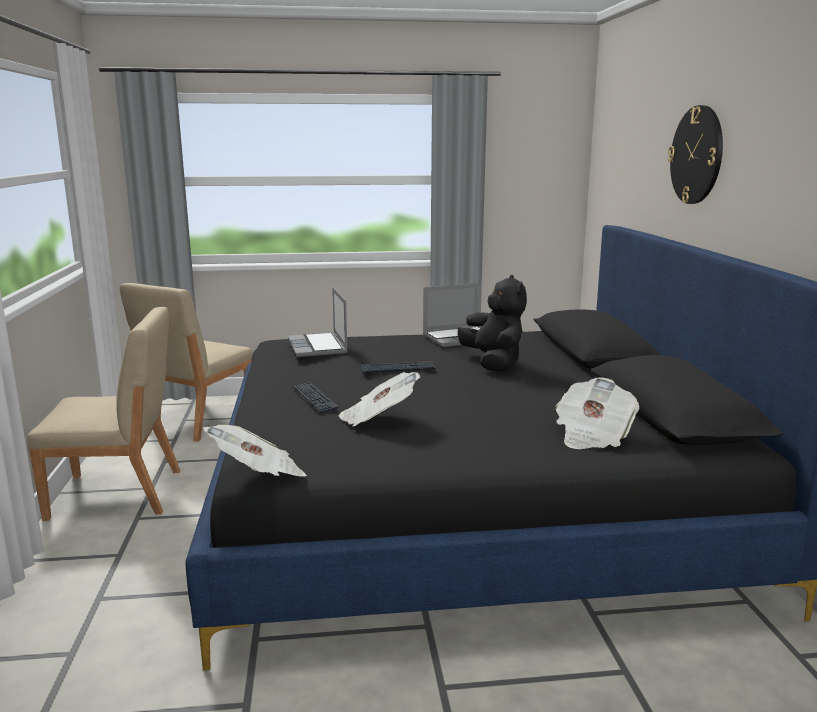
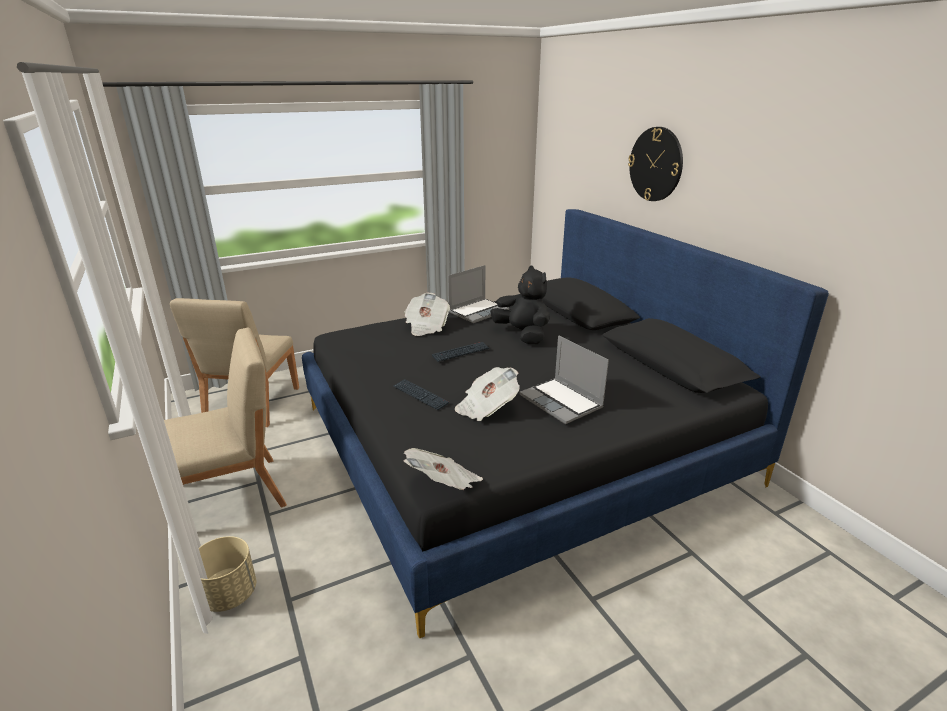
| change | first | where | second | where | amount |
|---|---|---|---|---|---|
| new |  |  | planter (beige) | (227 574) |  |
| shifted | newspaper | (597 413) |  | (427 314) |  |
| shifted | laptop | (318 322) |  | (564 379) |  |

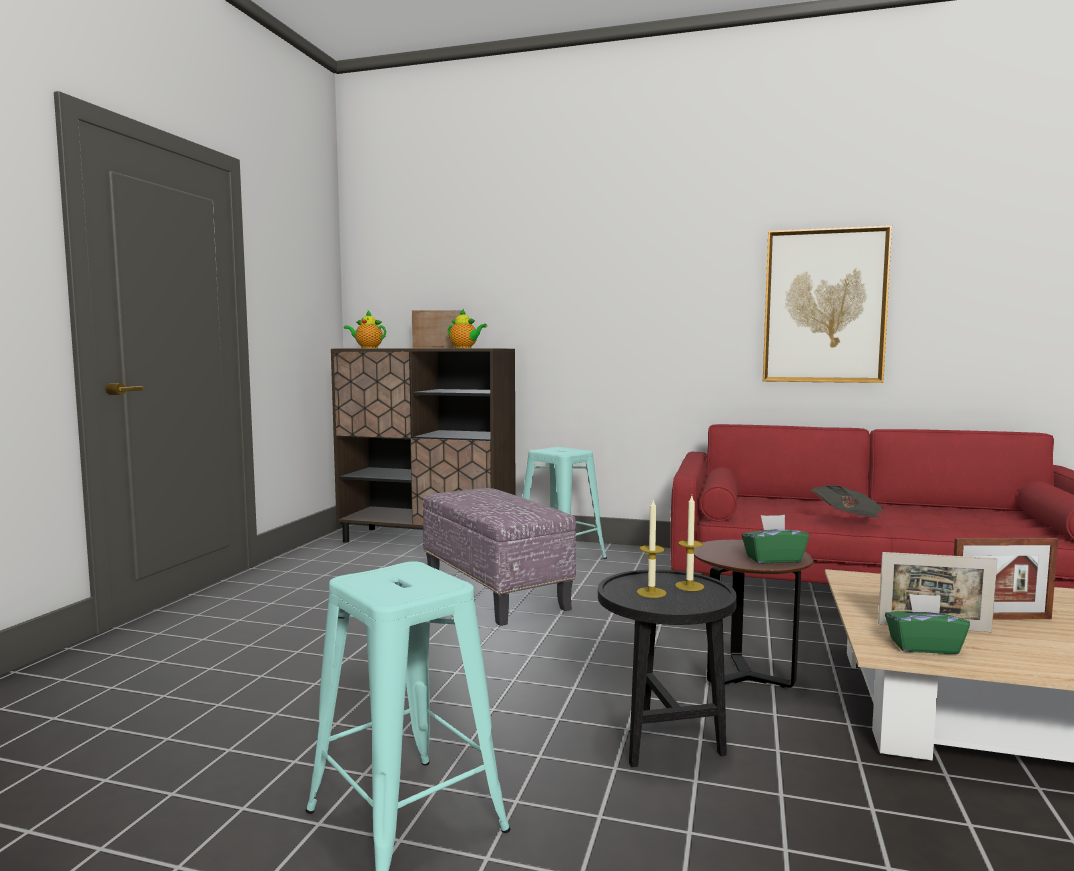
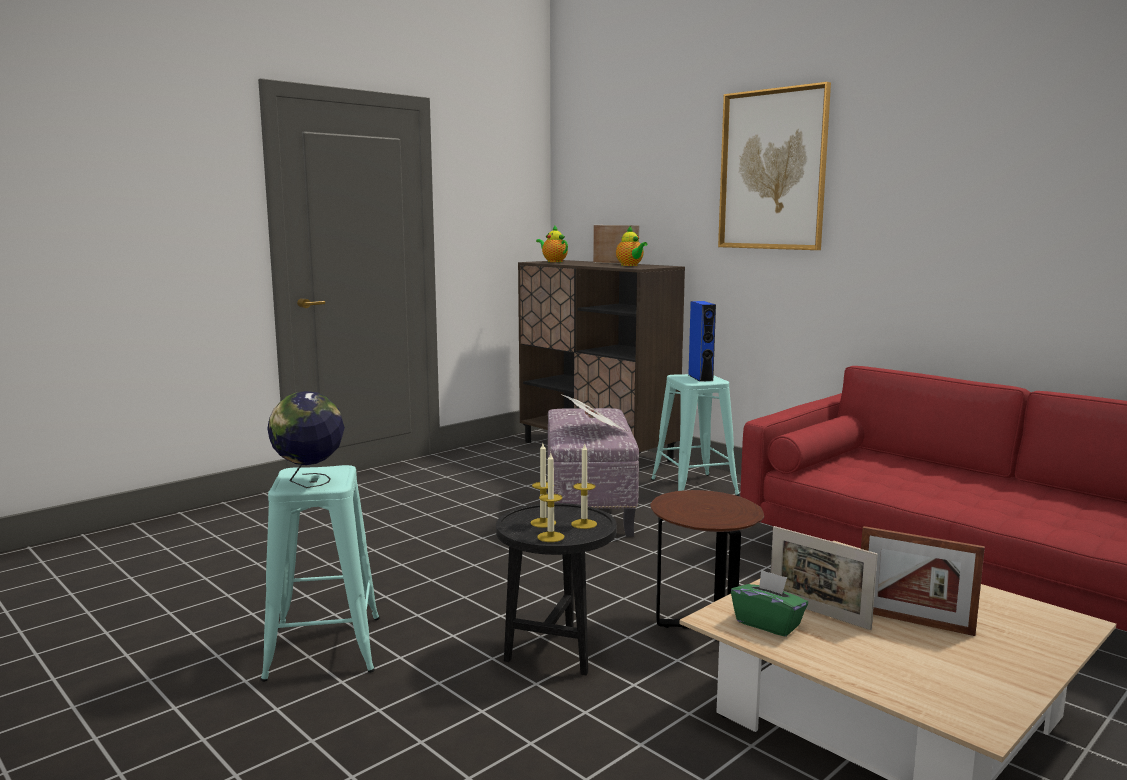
| change | first | where | second | where | amount |
|---|---|---|---|---|---|
| new |  |  | globe | (306 439) |  |
| new |  |  | candle | (550 497) |  |
| shifted | newspaper | (847 501) |  | (593 412) |  |
| new |  |  | speaker (blue) | (702 341) |  |
| shifted | picture | (827 304) |  | (774 166) |  |
| gone | tissue box (green) | (775 539) |  |  |  |

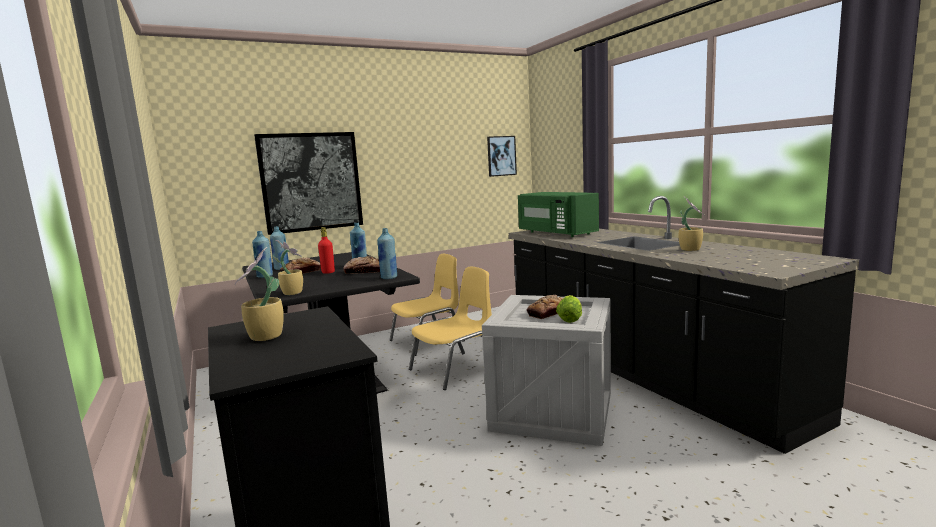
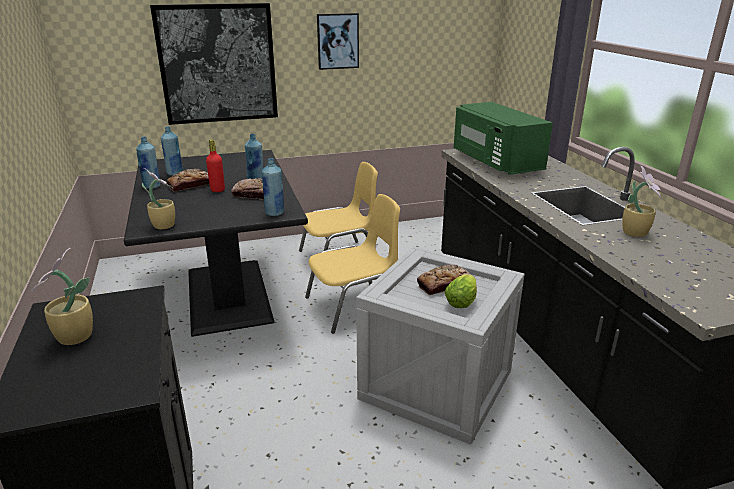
| change | first | where | second | where | amount |
|---|---|---|---|---|---|
| shifted | picture | (502 156) |  | (338 41) |  |

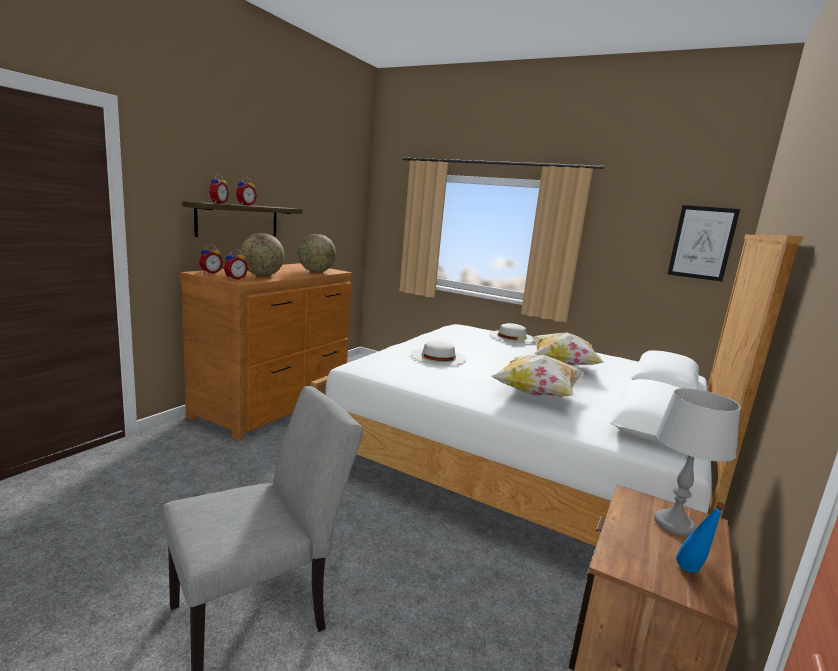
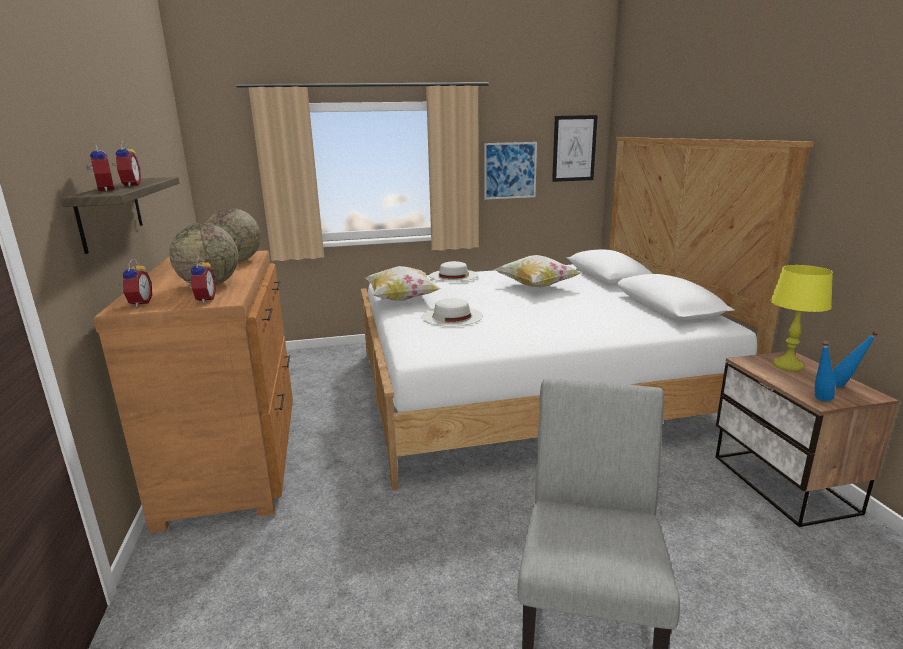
| change | first | where | second | where | amount |
|---|---|---|---|---|---|
| shifted | pillow | (538 376) |  | (403 283) |  |
| new |  |  | picture | (510 171) |  |
| repainted | table lamp (grey) | (697 462) | table lamp (yellow) | (802 318) |  |
| new |  |  | bottle (blue) | (825 371) |  |

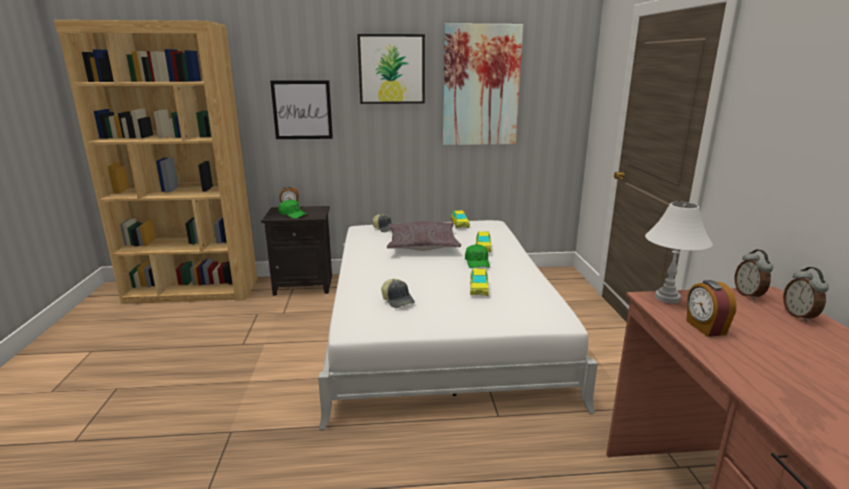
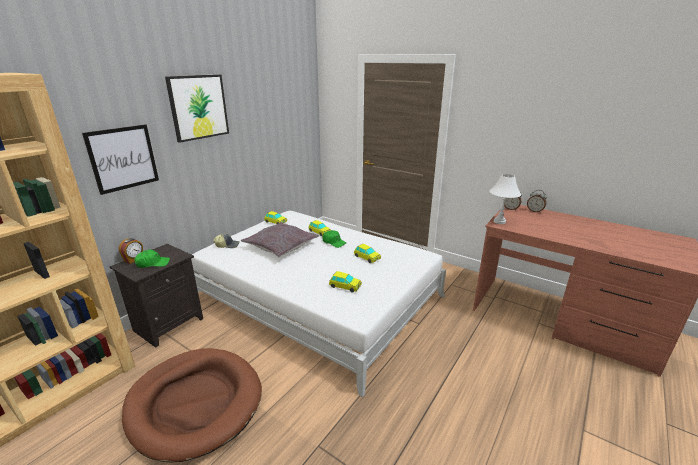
| change | first | where | second | where | amount |
|---|---|---|---|---|---|
| new |  |  | dog bed (brown) | (192 405) |  |
| swapped | cap | (398 293) | toy car | (345 282) |  |
| gone | picture | (483 84) |  |  |  |
| gone | alarm clock | (711 308) |  |  |  |

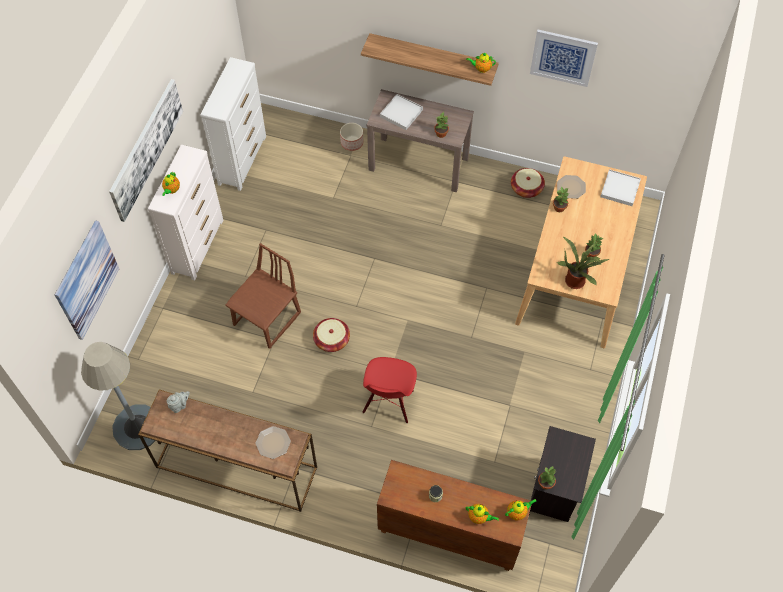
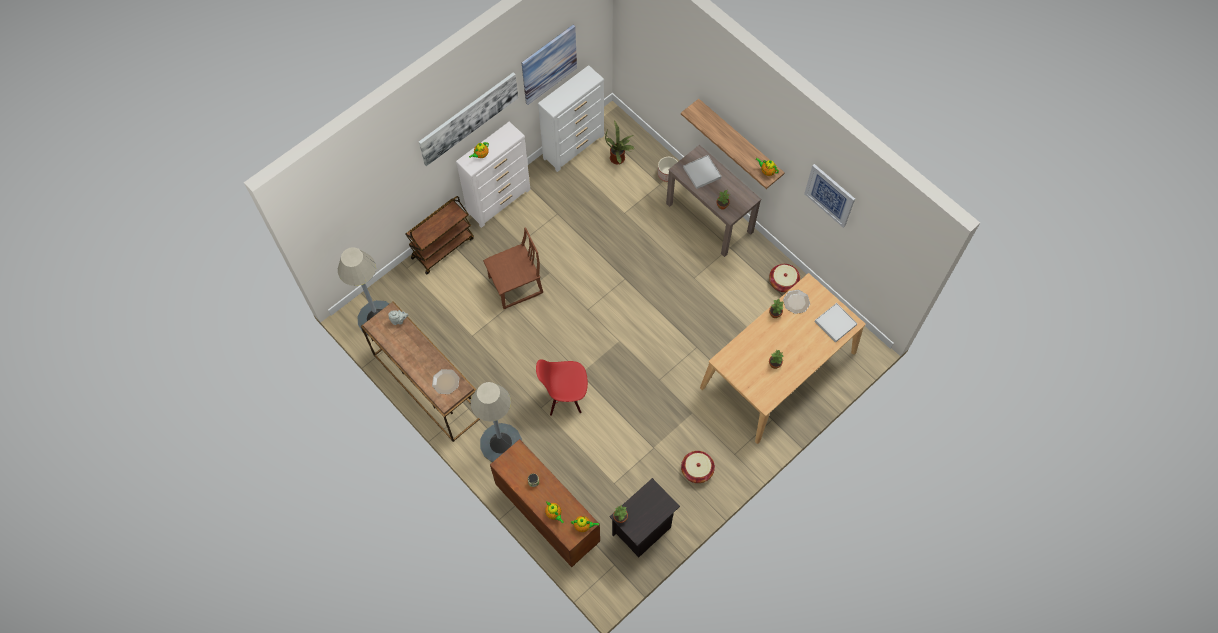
| change | first | where | second | where | amount |
|---|---|---|---|---|---|
| new |  |  | cart (brown) | (440 235) |  |
| new |  |  | floor lamp (grey) | (496 422) |  |
| shifted | picture | (87 280) |  | (549 65) |  |
| rotated | chair (red) | (390 390) |  | (562 387) | 45 degrees clockwise |
| shifted | potted plant | (582 262) |  | (620 142) |  |
| shifted | basket | (331 335) |  | (698 467) |  |

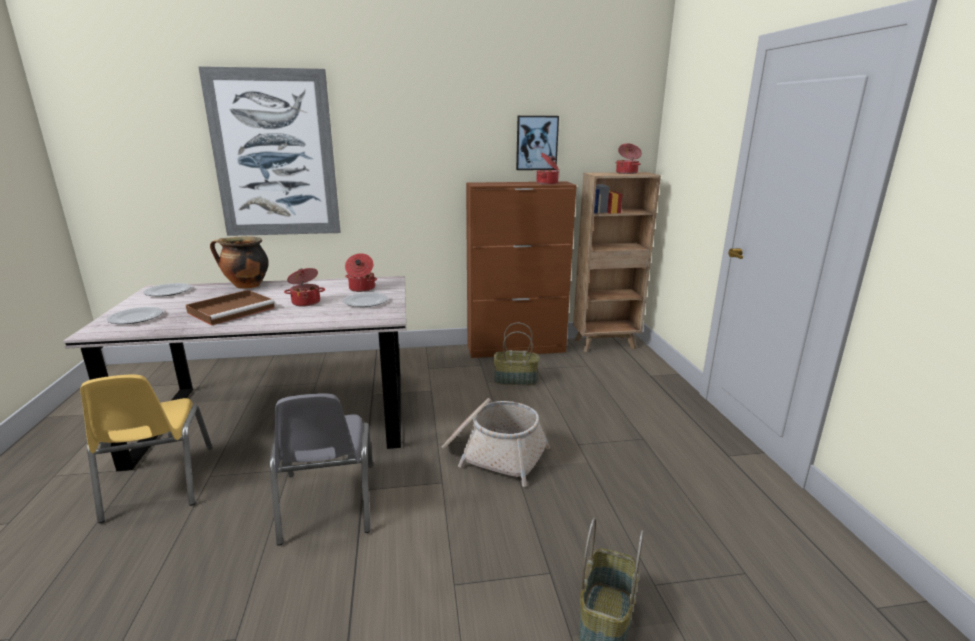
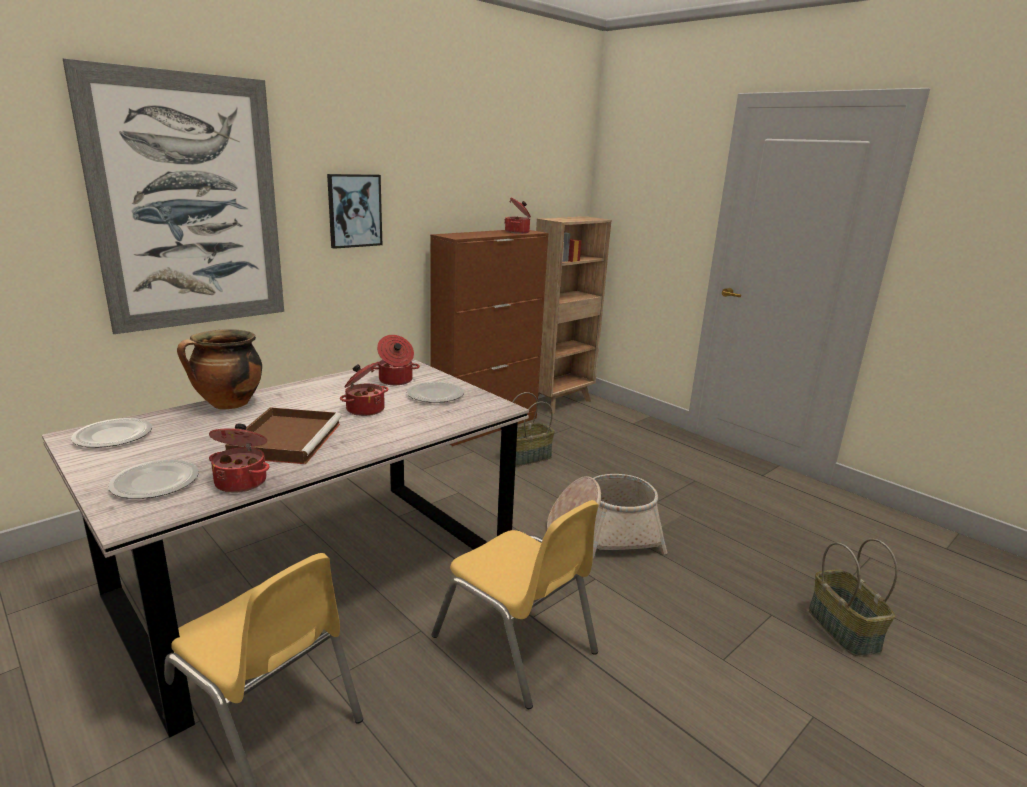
| change | first | where | second | where | amount |
|---|---|---|---|---|---|
| shifted | cooking pot | (628 158) |  | (239 458) |  |
| shifted | picture | (537 143) |  | (354 211) |  |
| repainted | chair (grey) | (321 469) | chair (yellow) | (515 604) |  |

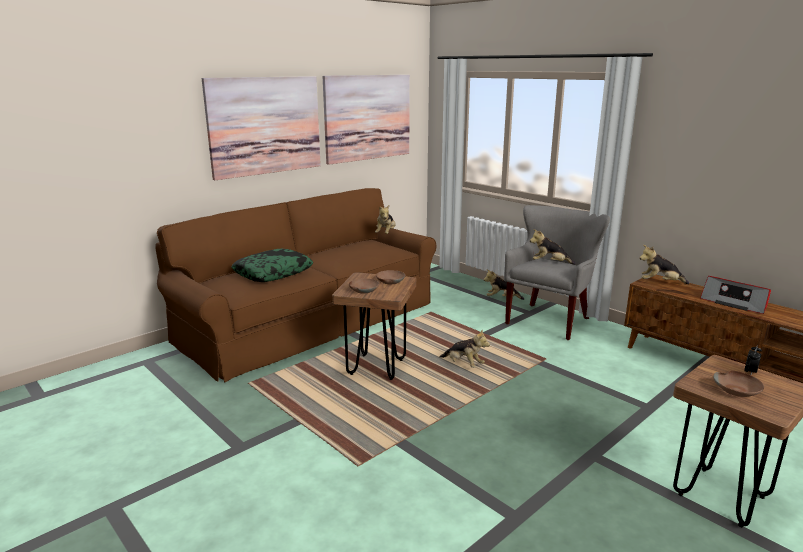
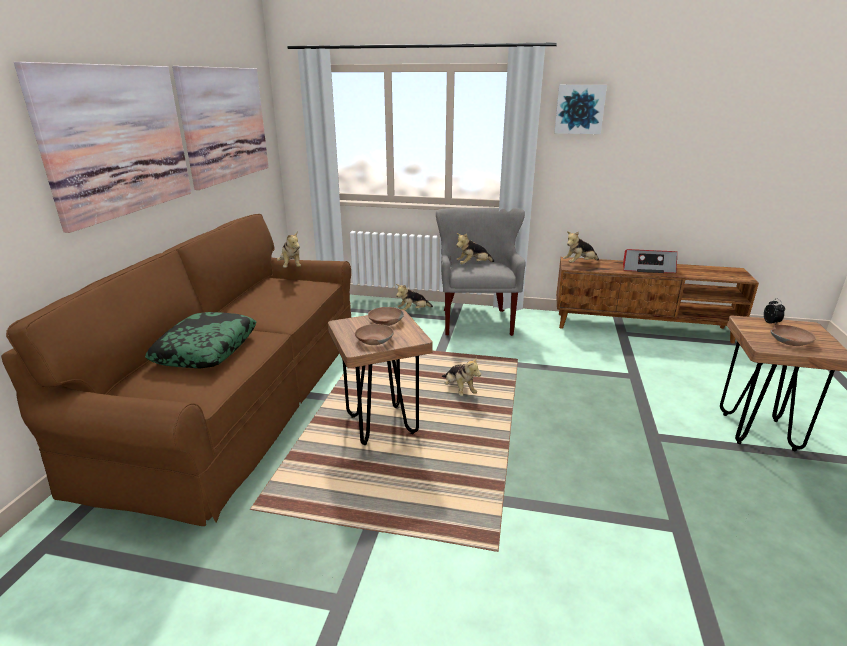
| change | first | where | second | where | amount |
|---|---|---|---|---|---|
| rotated | plush toy | (464 349) |  | (461 376) | 60 degrees clockwise |
| new |  |  | picture | (580 109) |  |

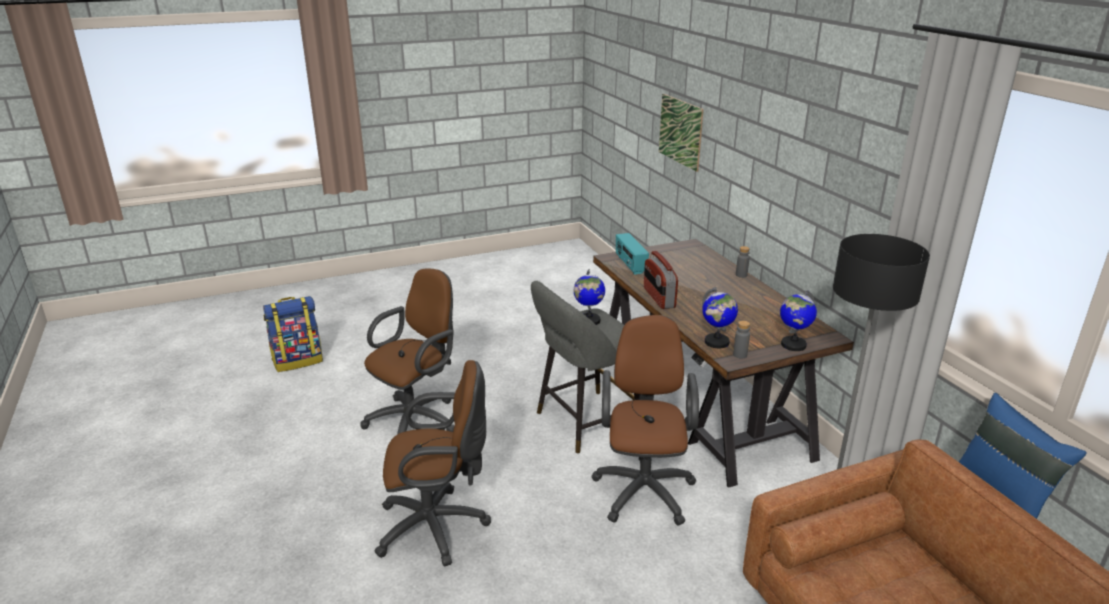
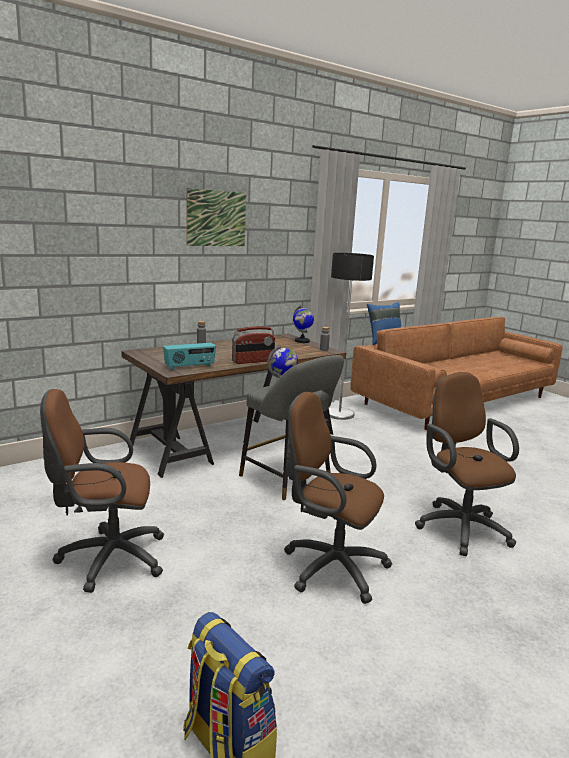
| change | first | where | second | where | amount |
|---|---|---|---|---|---|
| shifted | office chair (brown) | (645 420) |  | (102 491) |  |
| shifted | picture | (681 133) |  | (216 217) |  |
| gone | globe | (720 317) |  |  |  |

